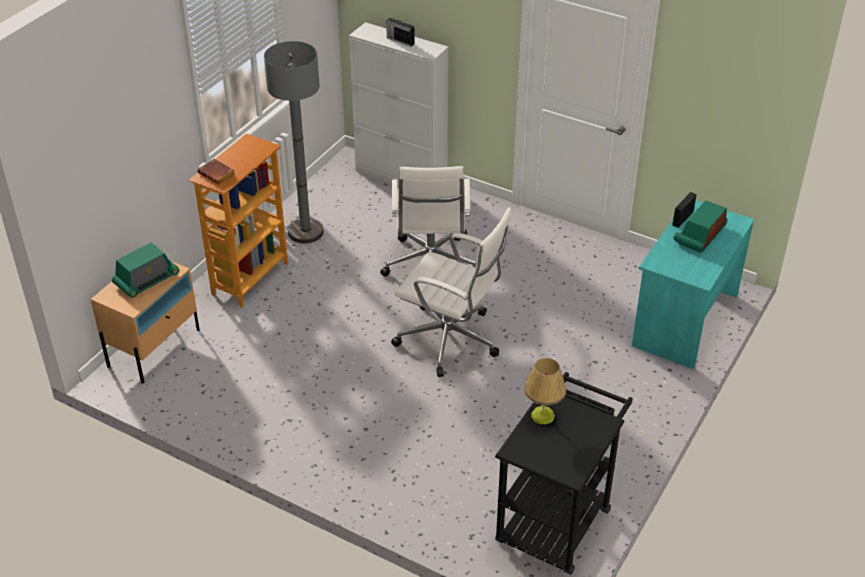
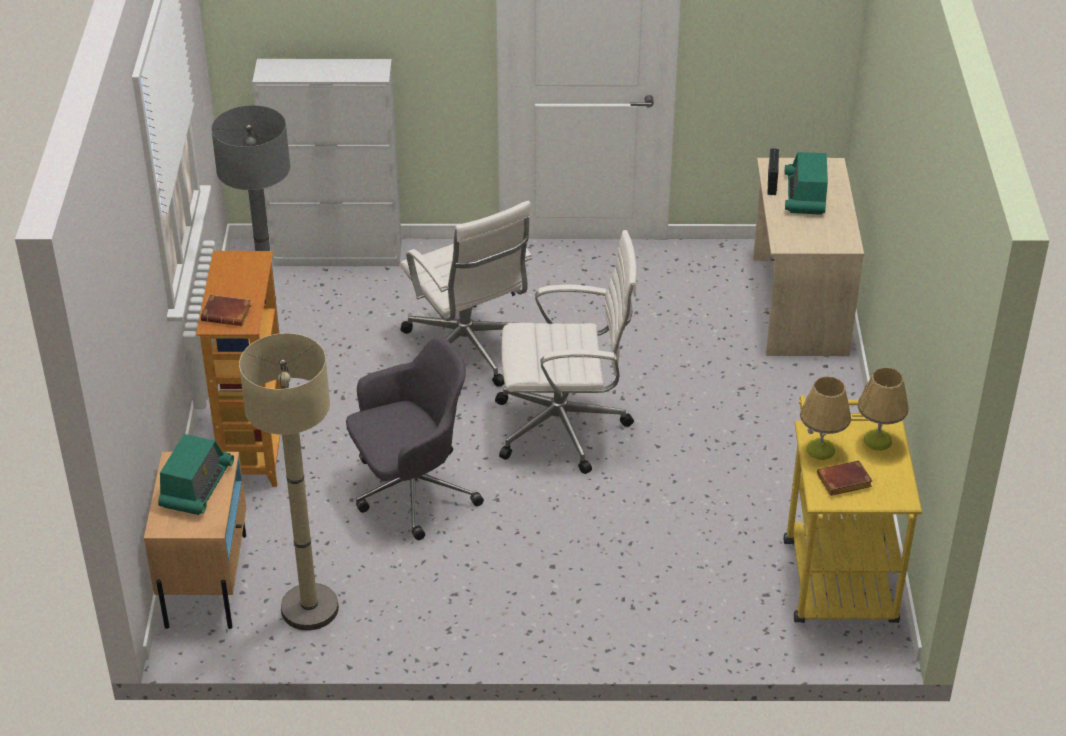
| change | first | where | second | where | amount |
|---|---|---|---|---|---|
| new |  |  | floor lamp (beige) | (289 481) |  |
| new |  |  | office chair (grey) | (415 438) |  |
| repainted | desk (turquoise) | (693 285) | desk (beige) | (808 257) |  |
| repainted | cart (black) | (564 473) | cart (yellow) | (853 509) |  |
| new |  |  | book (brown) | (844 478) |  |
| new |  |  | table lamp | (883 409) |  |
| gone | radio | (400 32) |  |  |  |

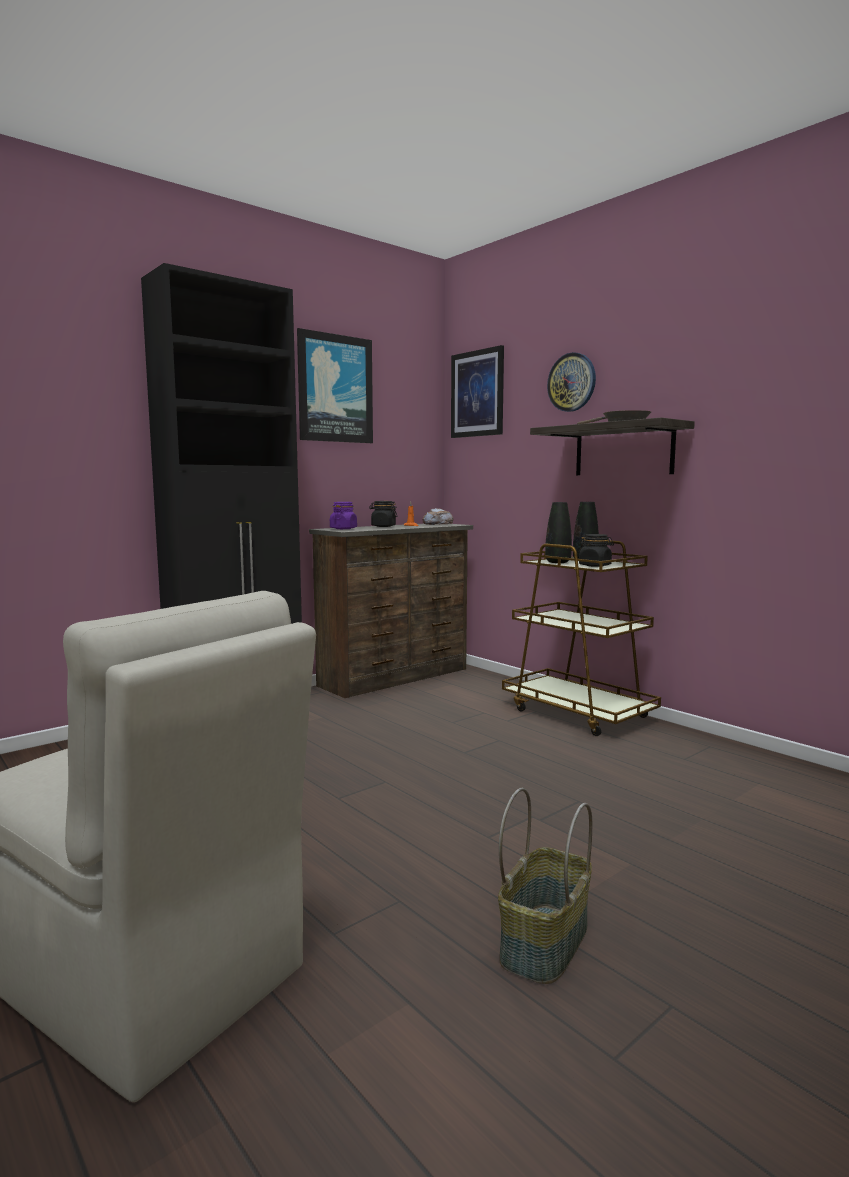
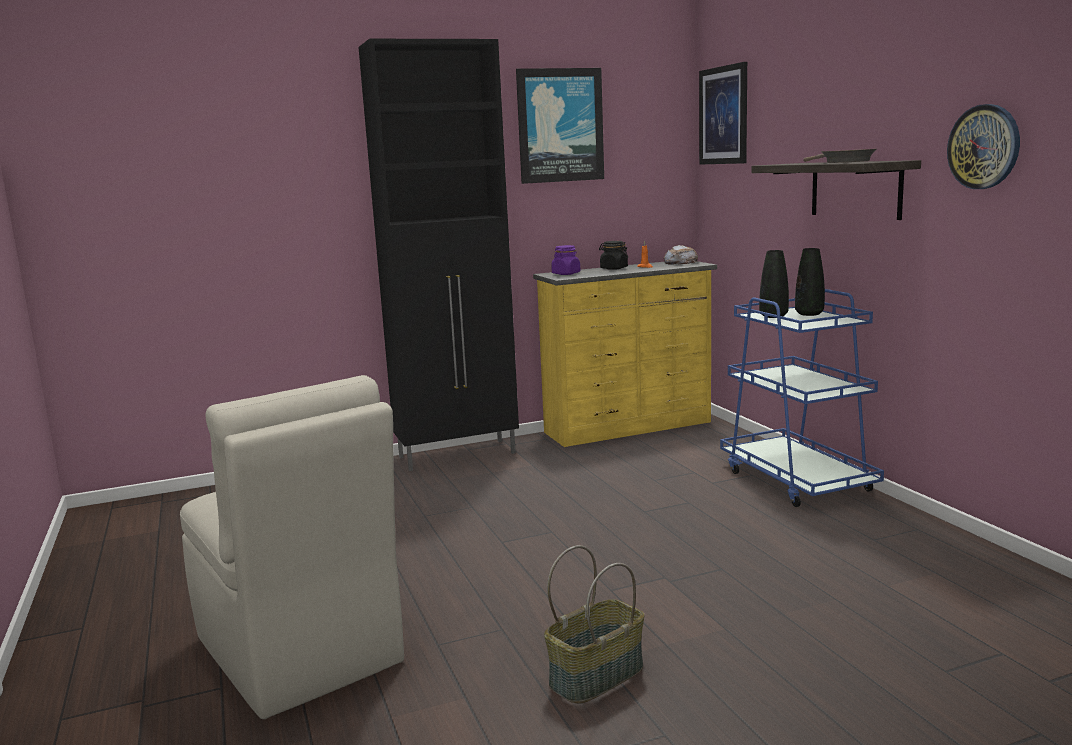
| change | first | where | second | where | amount |
|---|---|---|---|---|---|
| repainted | dresser (brown) | (391 611) | dresser (yellow) | (625 354) |  |
| repainted | cart (brown) | (581 638) | cart (blue) | (802 398) |  |
| shifted | wall clock | (571 382) |  | (983 146) |  |
| gone | jar (black) | (596 550) |  |  |  |

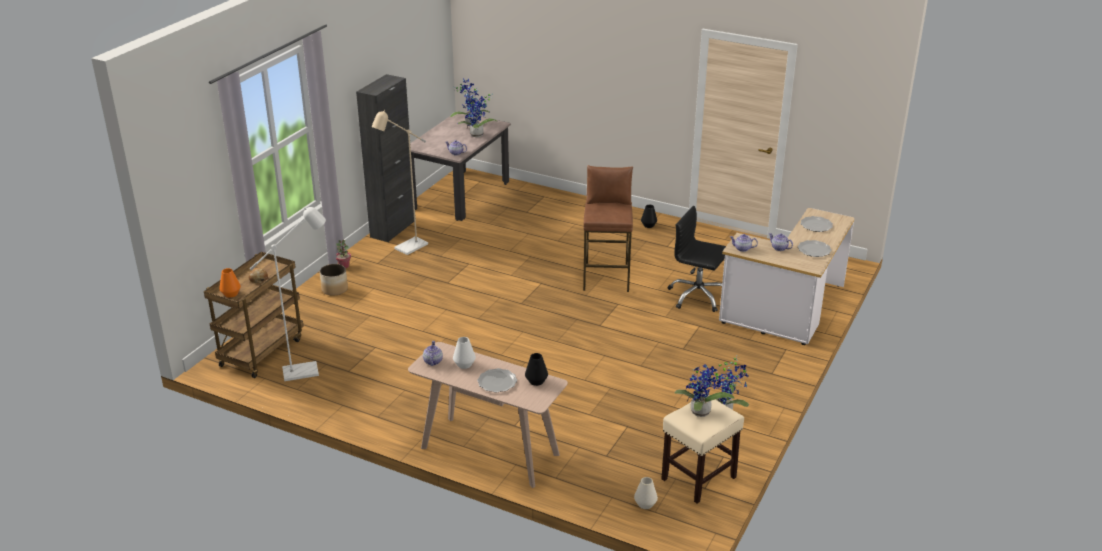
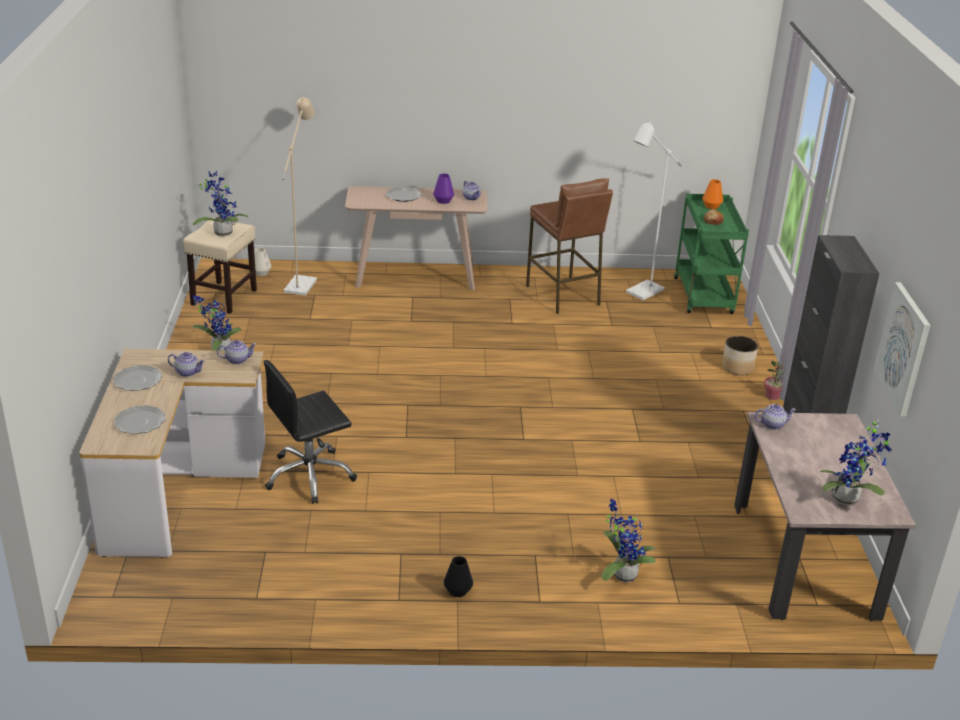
| change | first | where | second | where | amount |
|---|---|---|---|---|---|
| rotated | office chair (black) | (697 259) |  | (310 432) | 150 degrees clockwise |
| shifted | floor lamp (beige) | (400 182) |  | (299 196) |  |
| repainted | vase (white) | (464 353) | vase (purple) | (443 189) |  |
| shifted | stool (brown) | (608 228) |  | (569 246) |  |
| shifted | potted plant | (477 115) |  | (629 540) |  |
| repainted | cart (brown) | (254 315) | cart (green) | (711 254) |  |
| new |  |  | picture | (901 349) |  |
| gone | vase (black) | (536 369) |  |  |  |

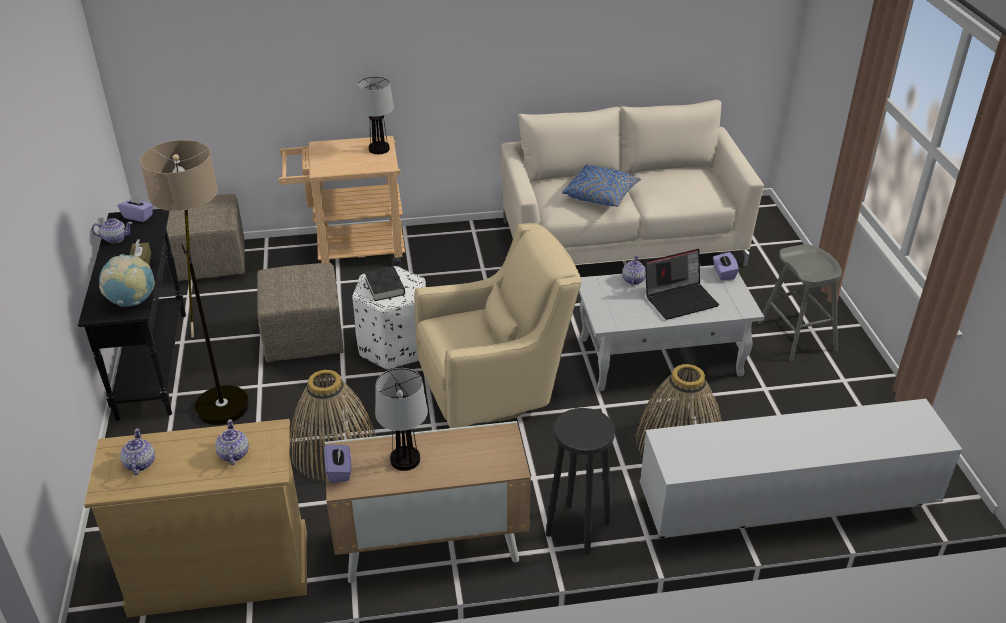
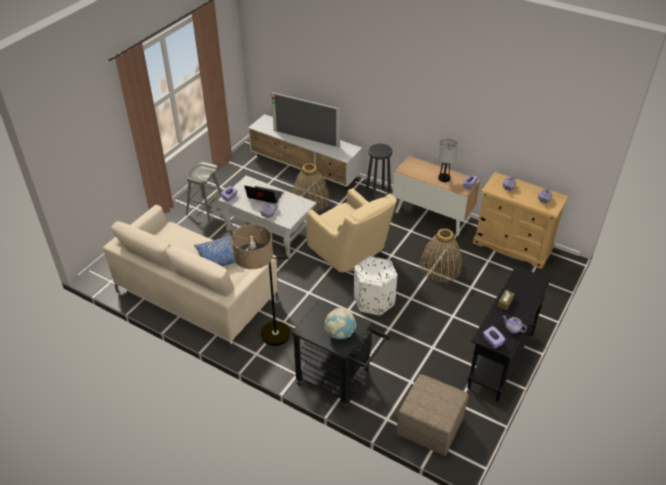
| change | first | where | second | where | amount |
|---|---|---|---|---|---|
| shifted | floor lamp | (194 282) |  | (261 285) |  |
| new |  |  | television | (305 119) |  |
| repainted | cart (beige) | (341 201) | cart (black) | (340 353) |  |
| rotated | armchair (beige) | (497 325) |  | (352 230) | 150 degrees counterclockwise |
| shifted | globe | (127 280) |  | (340 323) |  |
| gone | ottoman (beige) | (300 312) |  |  |  |
| gone | table lamp | (376 115) |  |  |  |
| gone | book (black) | (384 283) |  |  |  |

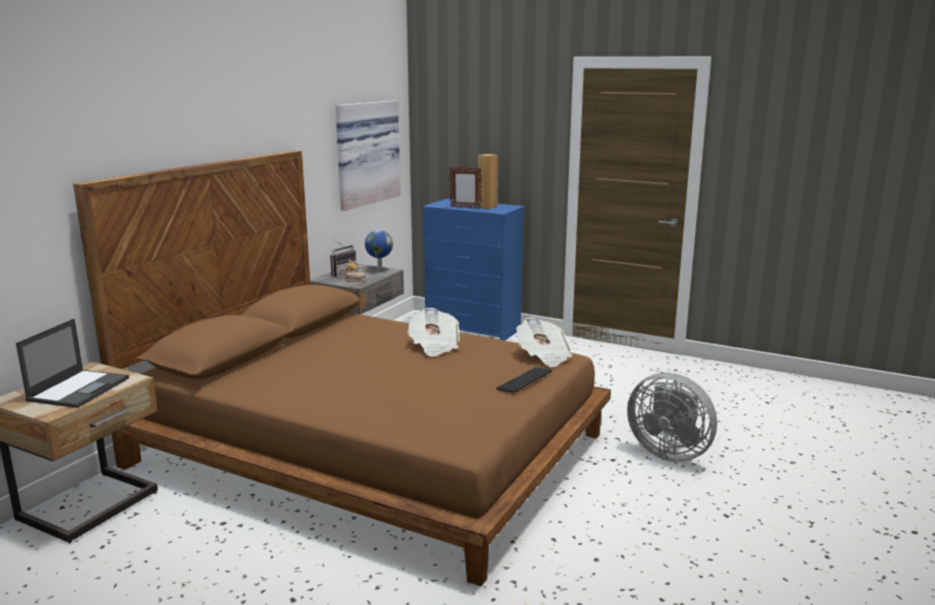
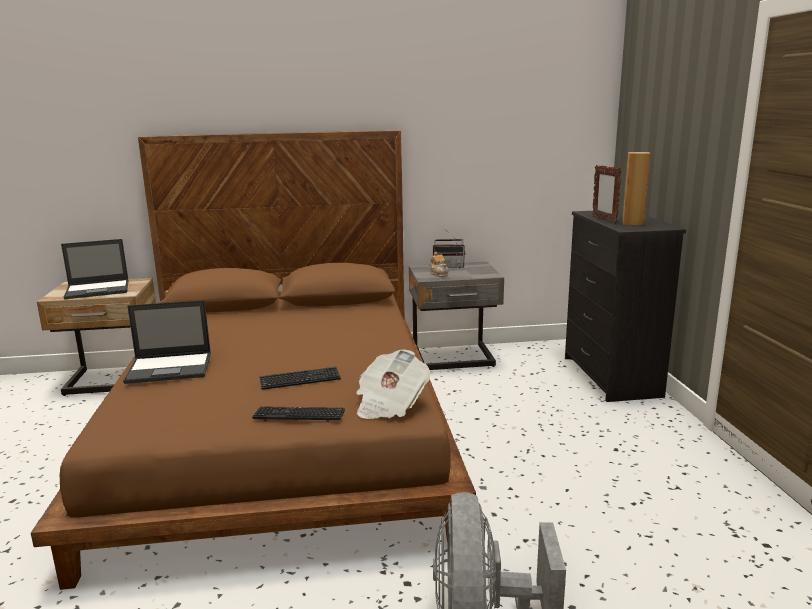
| change | first | where | second | where | amount |
|---|---|---|---|---|---|
| new |  |  | laptop | (167 342) |  |
| new |  |  | keyboard | (300 378) |  |
| repainted | dresser (blue) | (473 269) | dresser (black) | (625 305) |  |
| gone | picture | (368 155) |  |  |  |
| gone | globe | (379 250) |  |  |  |
| gone | newspaper | (434 332) |  |  |  |

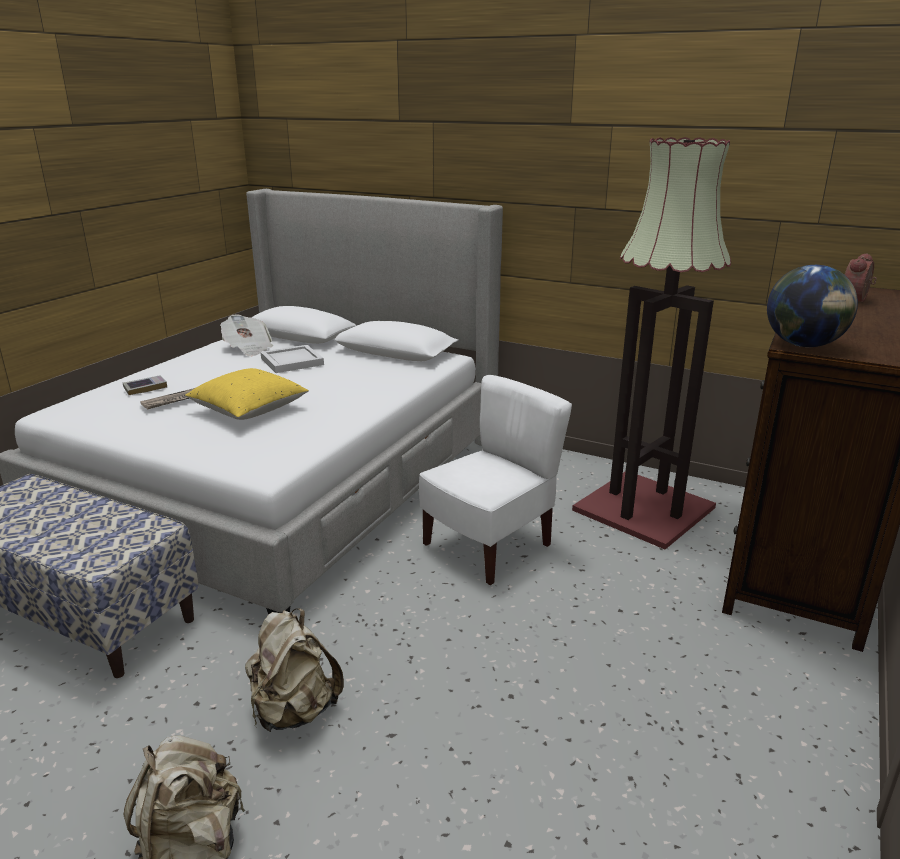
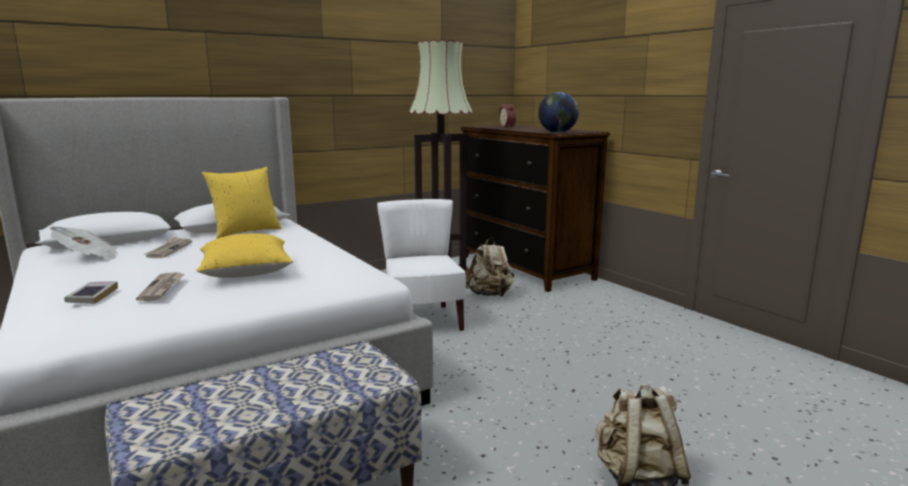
| change | first | where | second | where | amount |
|---|---|---|---|---|---|
| swapped | tray (white) | (292 359) | newspaper | (167 247) |  |
| new |  |  | pillow (yellow) | (241 203) |  |
| shifted | backpack (beige) | (294 670) |  | (490 267) |  |

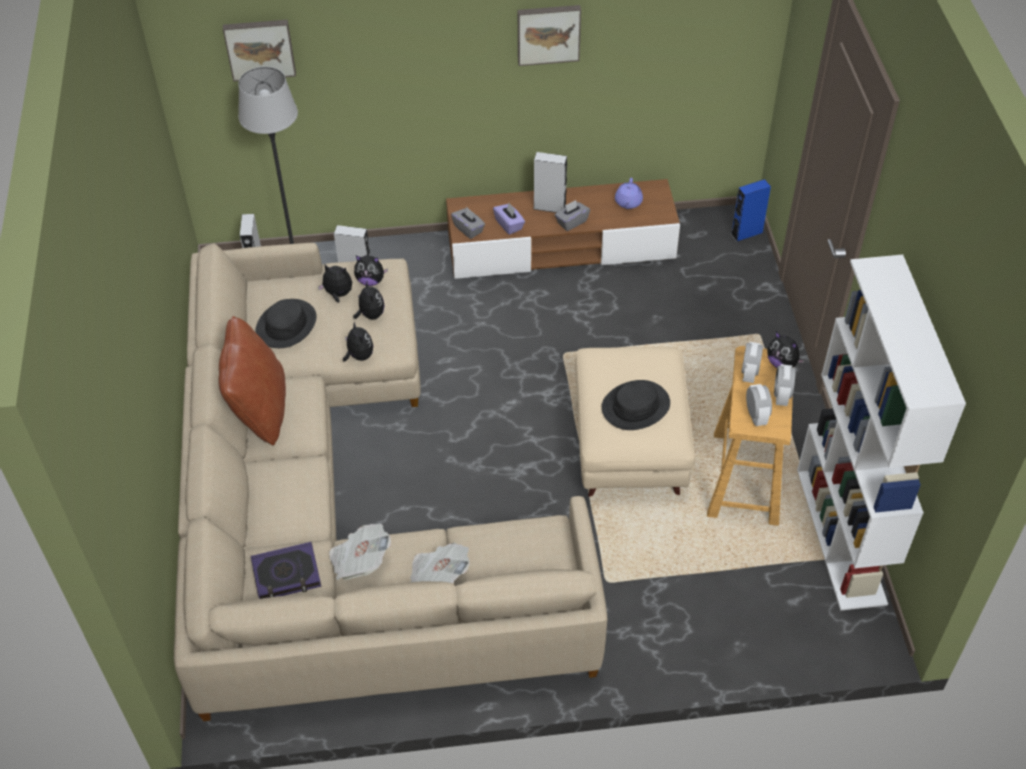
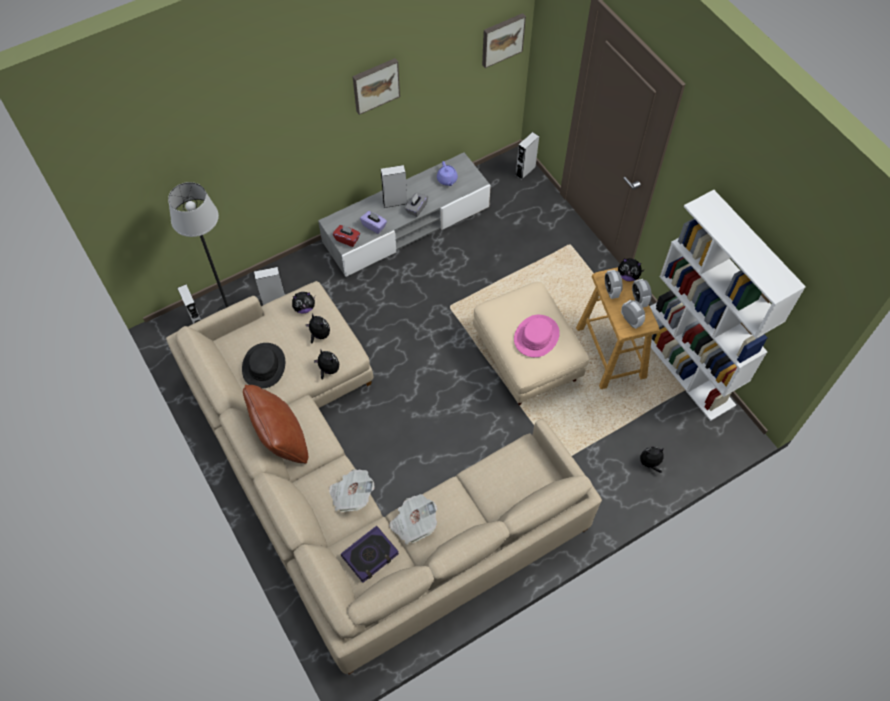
| change | first | where | second | where | amount |
|---|---|---|---|---|---|
| repainted | tv stand (brown) | (563 229) | tv stand (grey) | (404 214) |  |
| shifted | newspaper | (440 563) |  | (351 490) |  |
| repainted | tissue box (grey) | (468 223) | tissue box (red) | (346 236) |  |
| shifted | picture | (259 51) |  | (504 40) |  |
| repainted | hat (black) | (636 405) | hat (pink) | (537 336) |  |
| repainted | speaker (blue) | (751 210) | speaker (grey) | (527 156) |  |
| shifted | plush toy | (335 284) |  | (652 459) |  |

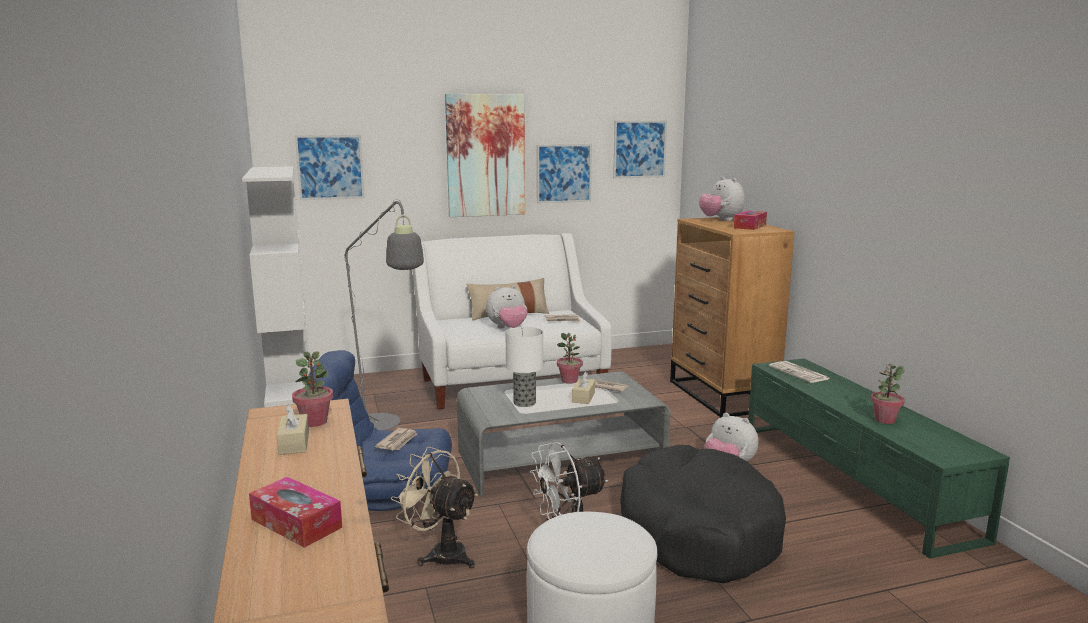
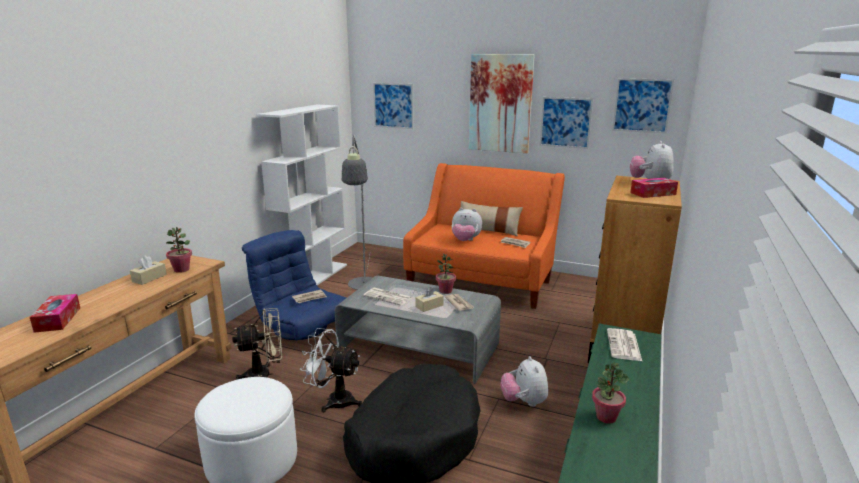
| change | first | where | second | where | amount |
|---|---|---|---|---|---|
| rotated | fan (beige) | (434 507) |  | (257 344) | 90 degrees clockwise |
| swapped | table lamp | (524 367) | newspaper | (387 297) |  |
| repainted | sofa (white) | (512 321) | sofa (orange) | (484 236) |  |

